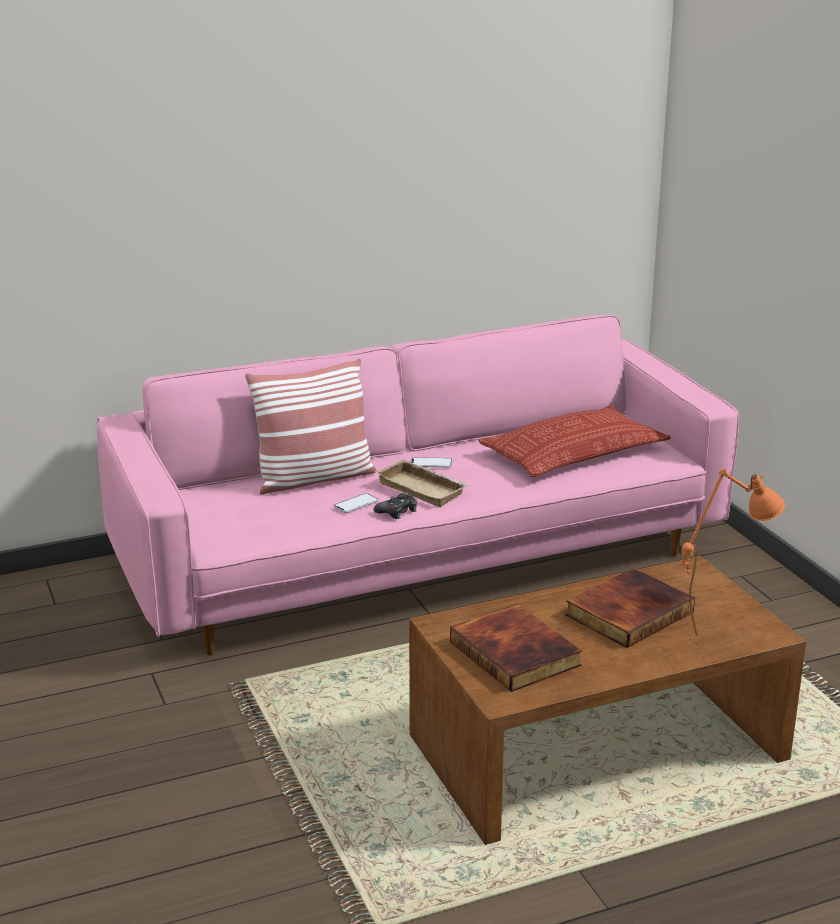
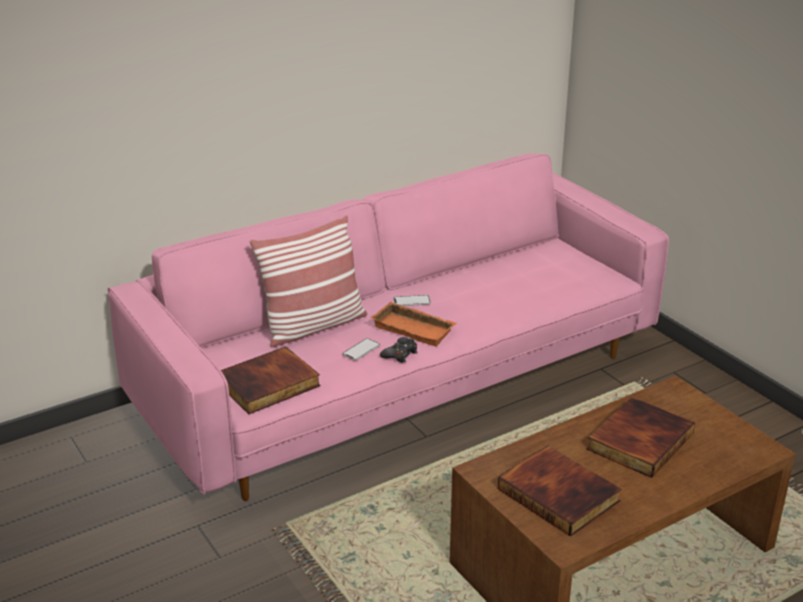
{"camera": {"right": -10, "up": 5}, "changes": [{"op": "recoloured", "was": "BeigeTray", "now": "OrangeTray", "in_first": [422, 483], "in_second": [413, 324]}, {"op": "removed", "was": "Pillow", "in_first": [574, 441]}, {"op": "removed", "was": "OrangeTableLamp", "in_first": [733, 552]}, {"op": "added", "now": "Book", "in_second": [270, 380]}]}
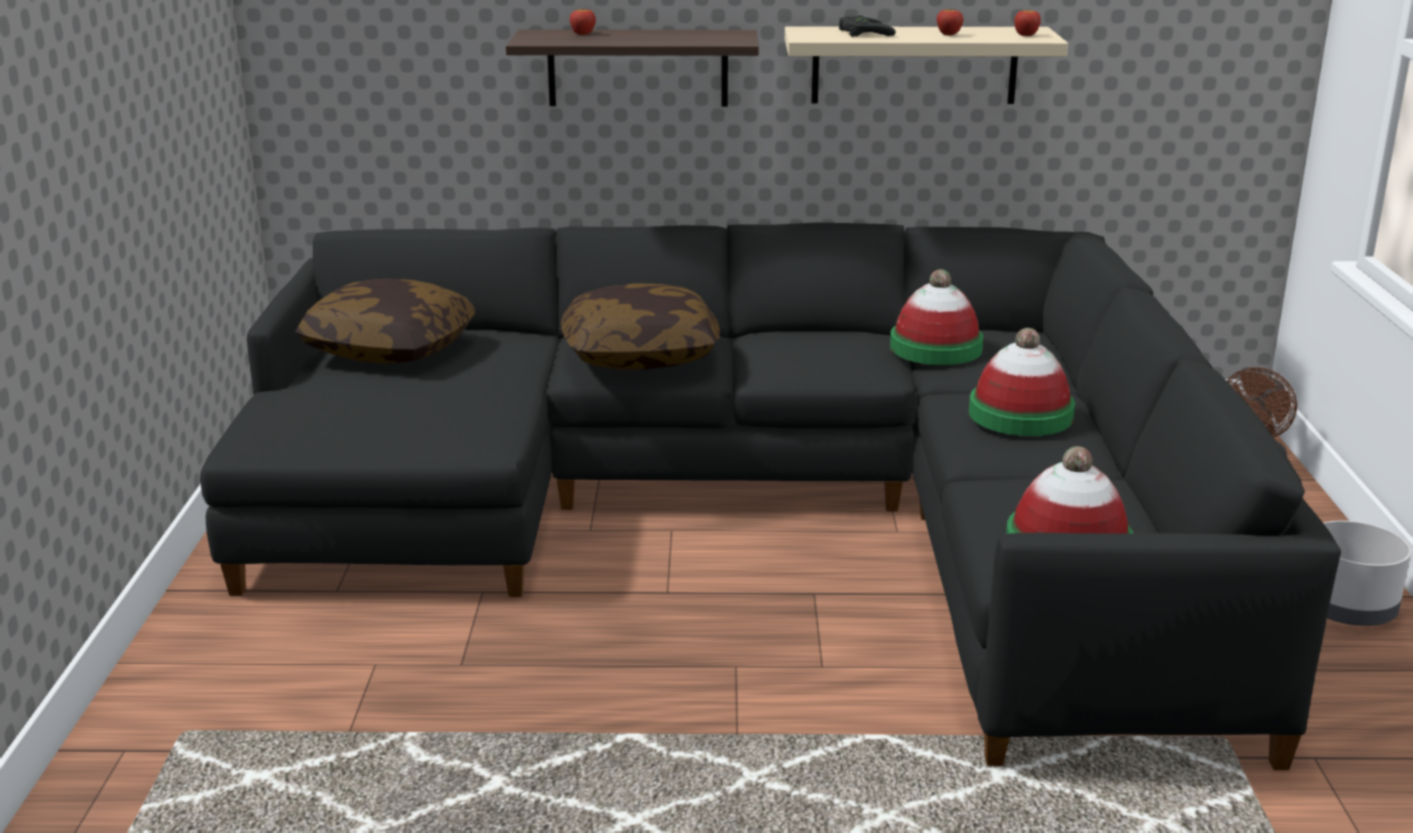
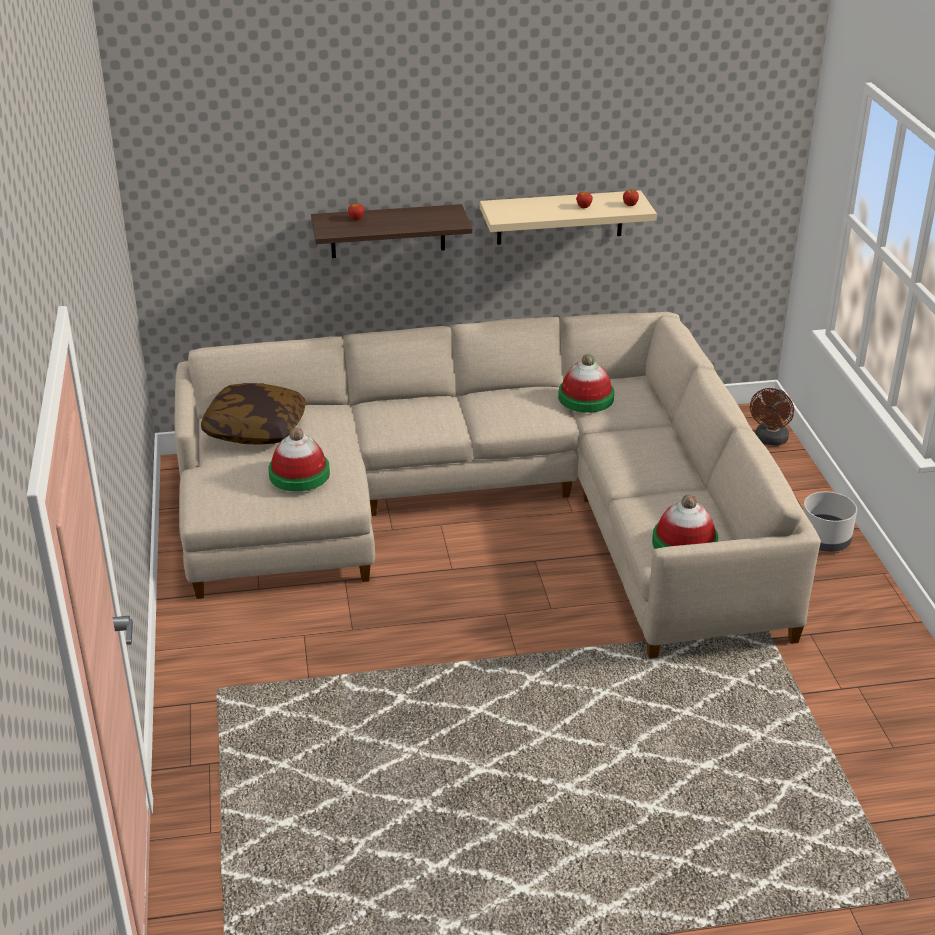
{"camera": {"right": -10, "up": 10}, "changes": [{"op": "recoloured", "was": "BlackSofa", "now": "BeigeSofa", "in_first": [770, 496], "in_second": [498, 485]}, {"op": "removed", "was": "Pillow", "in_first": [640, 326]}, {"op": "removed", "was": "BlackGameController", "in_first": [867, 26]}, {"op": "moved", "was": "Hat", "in_first": [1022, 382], "in_second": [299, 460]}]}
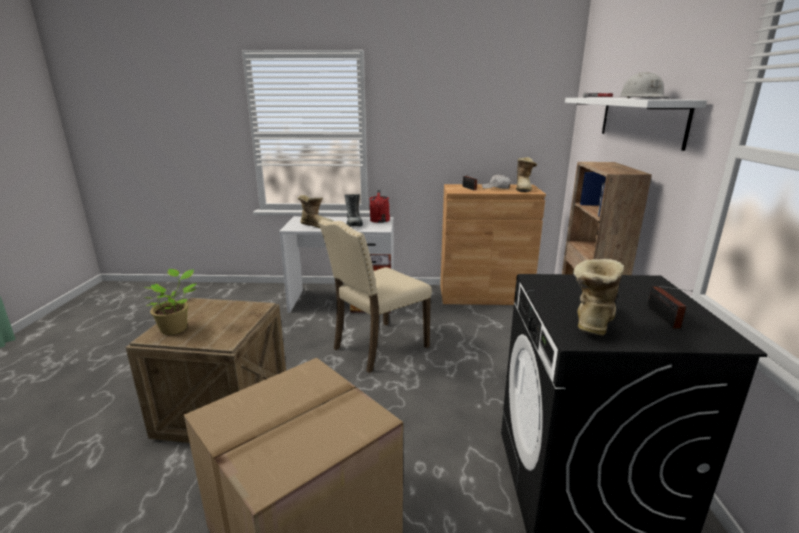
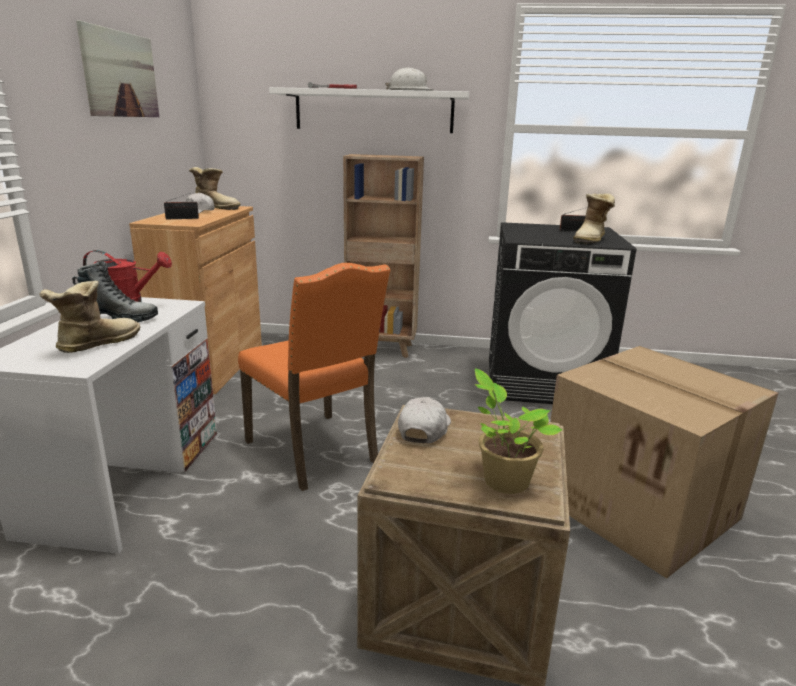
{"camera": {"right": -85, "up": 0}, "changes": [{"op": "recoloured", "was": "BeigeChair", "now": "OrangeChair", "in_first": [375, 296], "in_second": [314, 377]}, {"op": "turned", "was": "Boot", "in_first": [598, 297], "in_second": [594, 218], "clockwise": -90}, {"op": "added", "now": "Picture", "in_second": [117, 69]}, {"op": "added", "now": "WhiteCap", "in_second": [424, 420]}]}
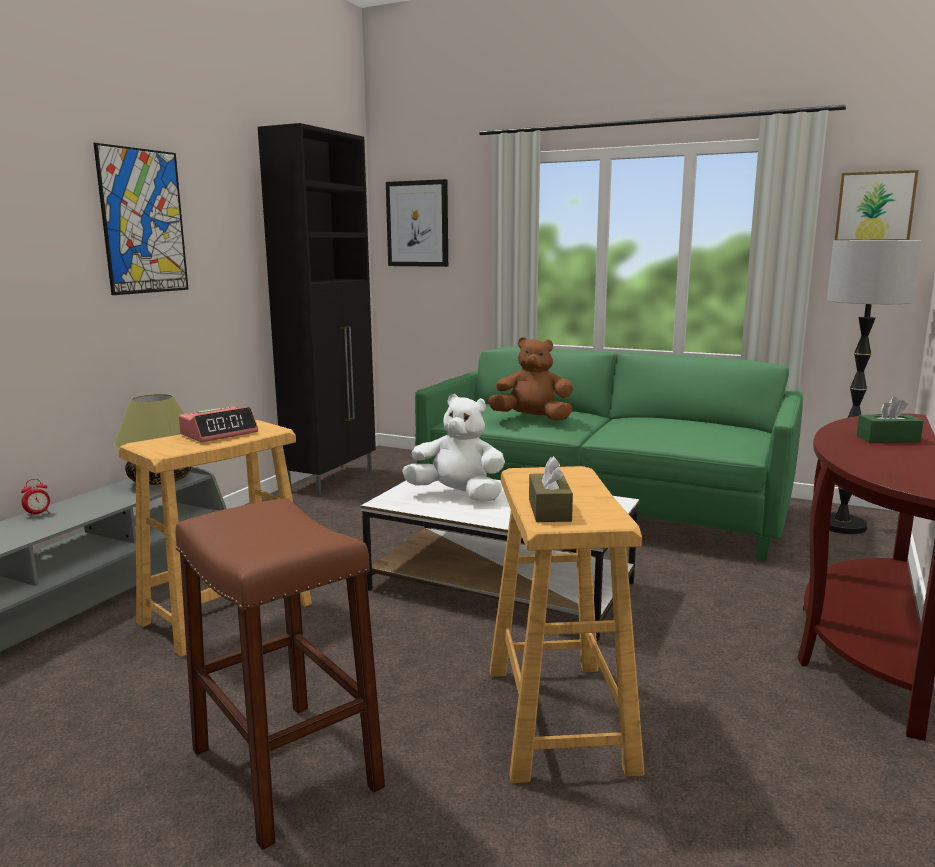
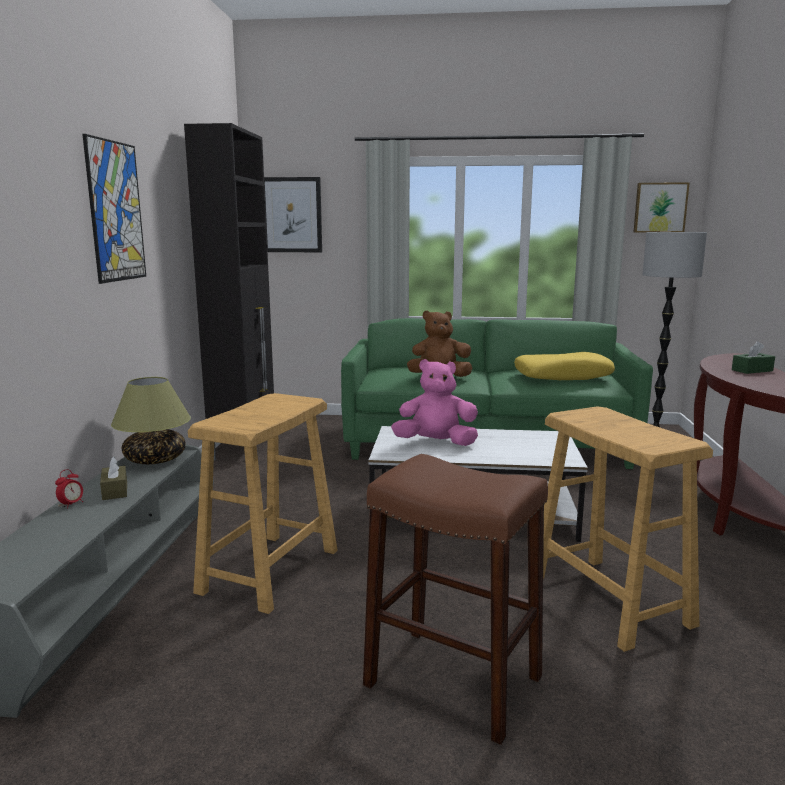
{"camera": {"right": -20, "up": 0}, "changes": [{"op": "removed", "was": "AlarmClock", "in_first": [218, 424]}, {"op": "recoloured", "was": "WhitePlushToy", "now": "PinkPlushToy", "in_first": [453, 448], "in_second": [434, 402]}, {"op": "moved", "was": "BrownTissueBox", "in_first": [551, 489], "in_second": [113, 478]}, {"op": "added", "now": "YellowPillow", "in_second": [564, 366]}]}
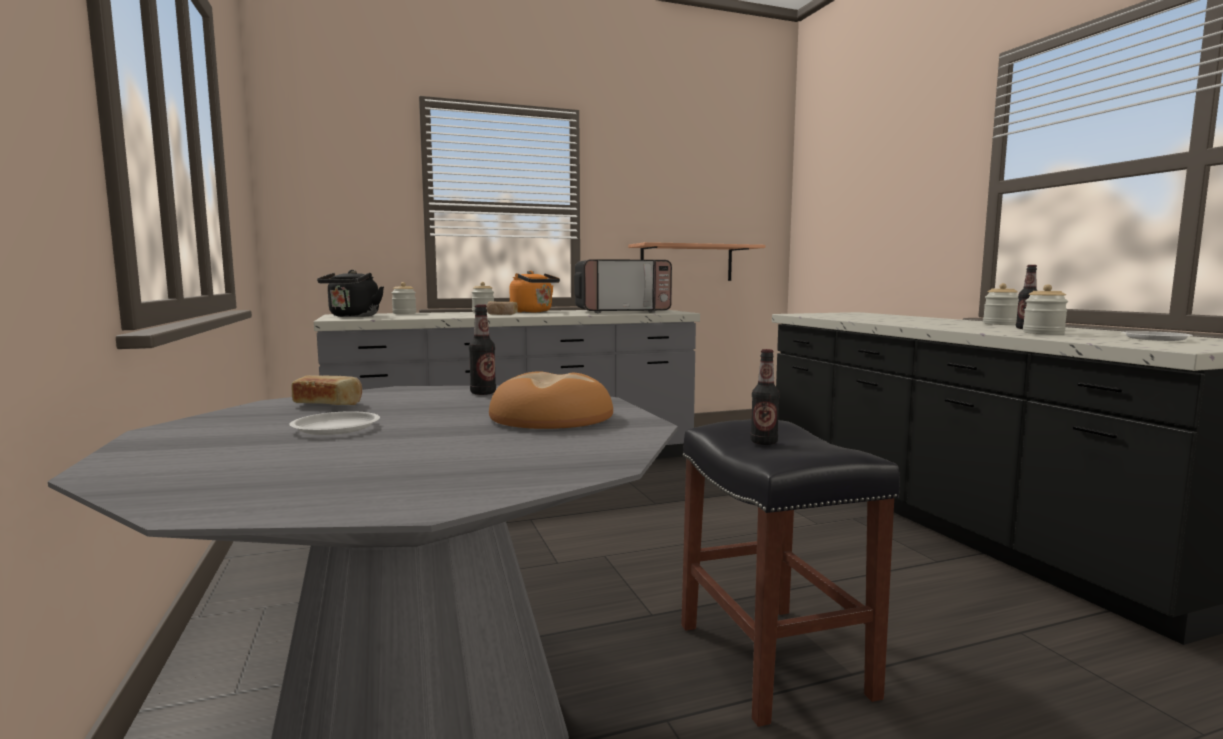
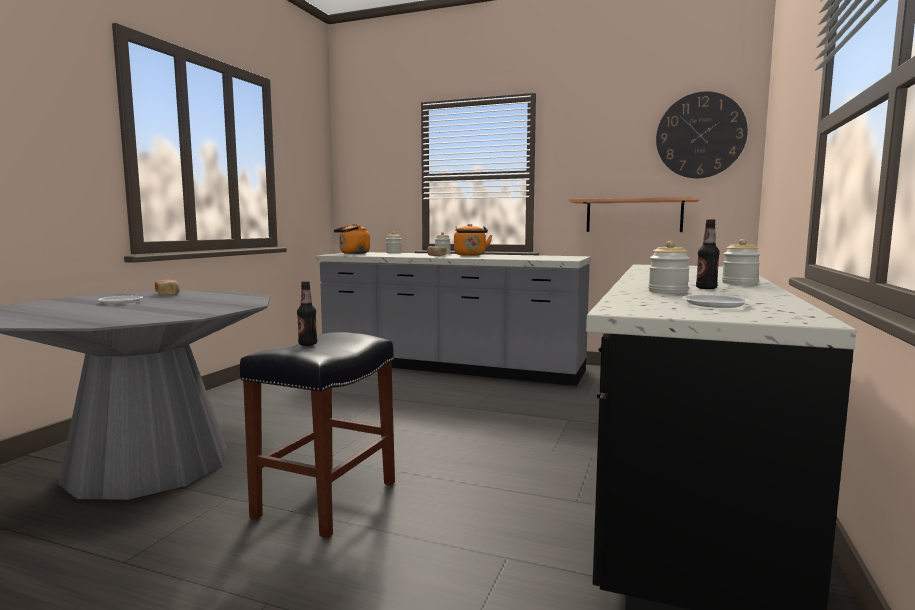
{"camera": {"right": 40, "up": 0}, "changes": [{"op": "recoloured", "was": "BlackKettle", "now": "OrangeKettle", "in_first": [350, 293], "in_second": [352, 239]}, {"op": "removed", "was": "Bottle", "in_first": [482, 349]}, {"op": "removed", "was": "Bread", "in_first": [551, 400]}, {"op": "removed", "was": "Microwave", "in_first": [623, 286]}, {"op": "added", "now": "WallClock", "in_second": [702, 134]}]}
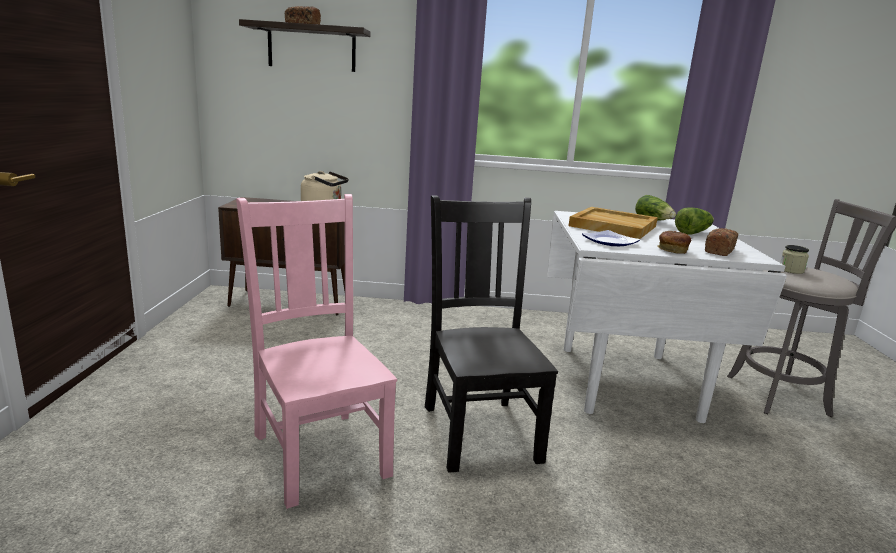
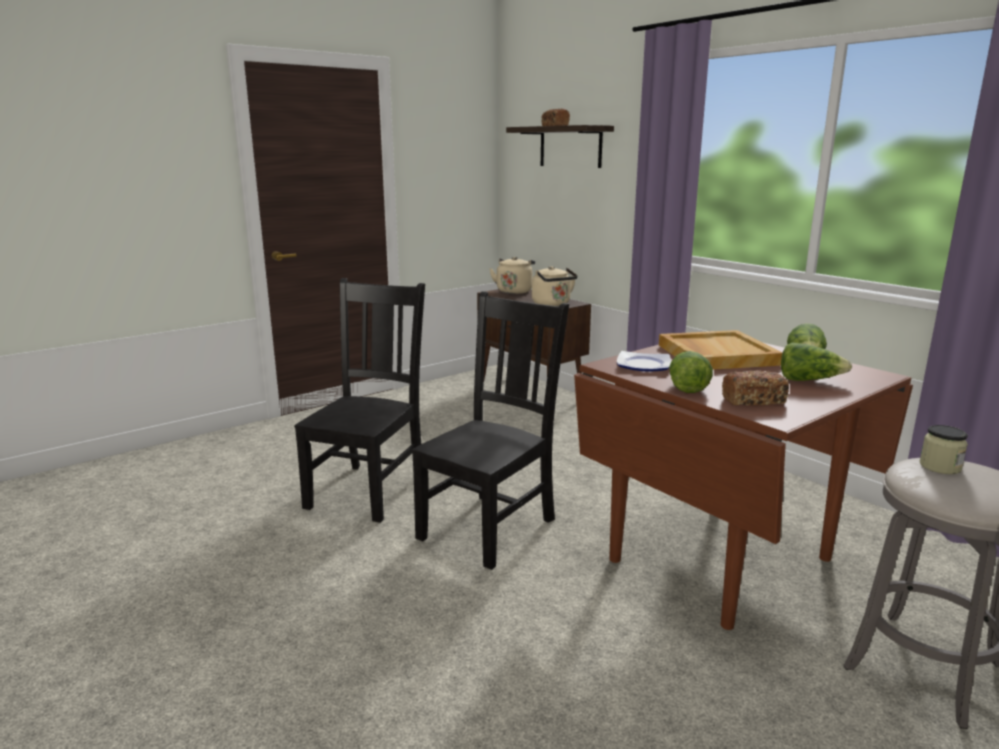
{"camera": {"right": 50, "up": 0}, "changes": [{"op": "recoloured", "was": "PinkChair", "now": "BlackChair", "in_first": [316, 351], "in_second": [359, 400]}, {"op": "recoloured", "was": "WhiteDiningTable", "now": "BrownDiningTable", "in_first": [667, 317], "in_second": [743, 486]}, {"op": "replaced", "was": "Bread", "now": "Lettuce", "in_first": [674, 242], "in_second": [691, 372]}, {"op": "added", "now": "BeigeKettle", "in_second": [512, 275]}]}
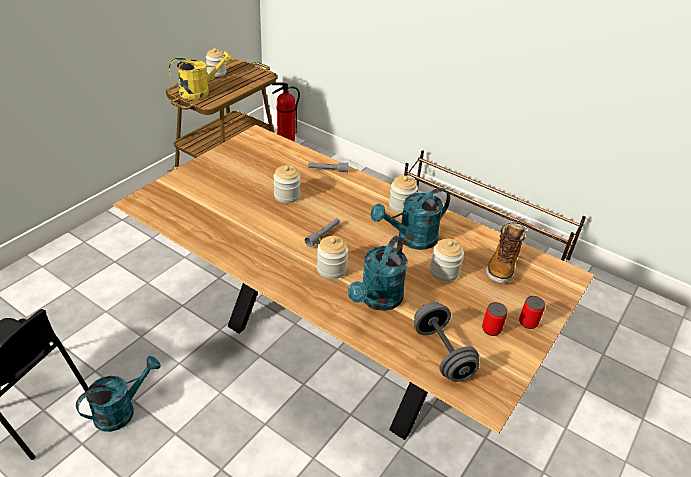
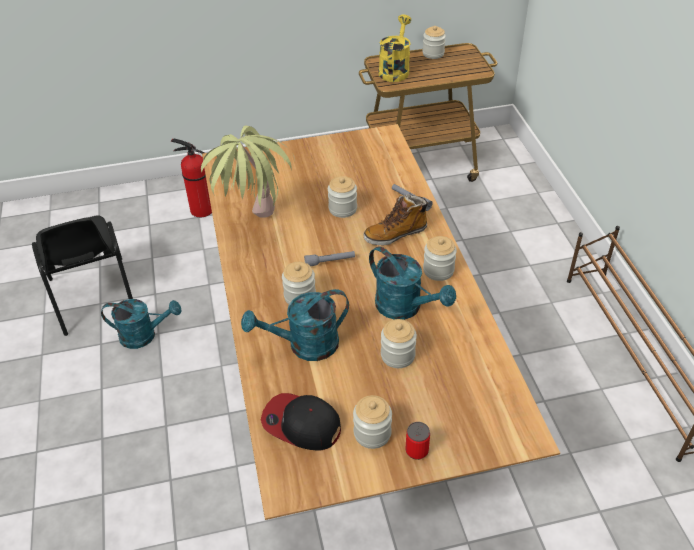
{"camera": {"right": 45, "up": 5}, "changes": [{"op": "turned", "was": "YellowWateringCan", "in_first": [200, 75], "in_second": [394, 48], "clockwise": -90}, {"op": "moved", "was": "FireExtinguisher", "in_first": [286, 111], "in_second": [191, 178]}, {"op": "turned", "was": "TurquoiseWateringCan", "in_first": [410, 219], "in_second": [412, 283], "clockwise": -150}, {"op": "replaced", "was": "GreyDumbbell", "now": "Cap", "in_first": [446, 342], "in_second": [301, 422]}, {"op": "replaced", "was": "Can", "now": "Jar", "in_first": [494, 319], "in_second": [372, 422]}, {"op": "moved", "was": "Boot", "in_first": [506, 253], "in_second": [395, 220]}, {"op": "added", "now": "PottedPlant", "in_second": [248, 172]}]}
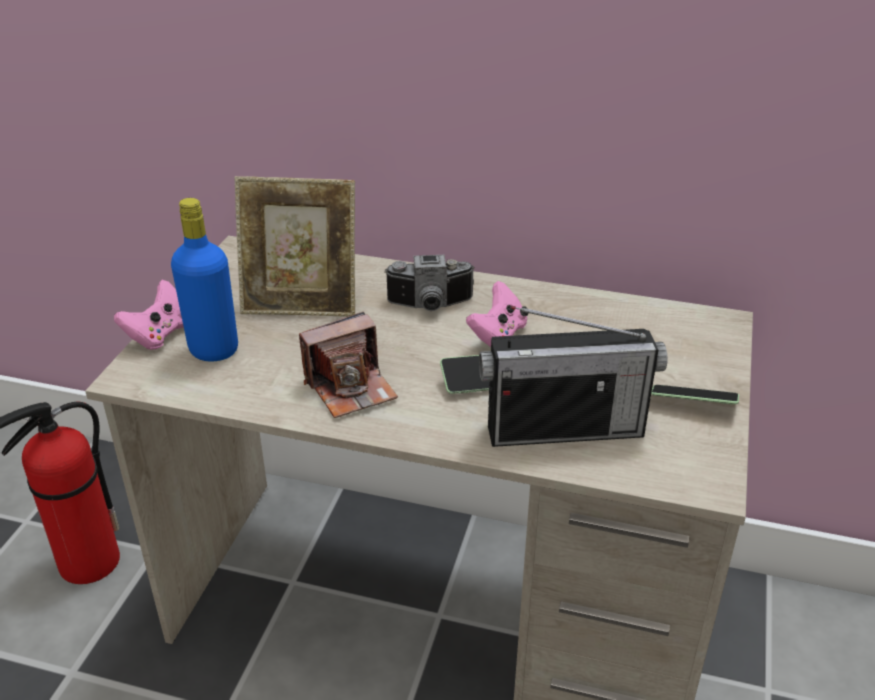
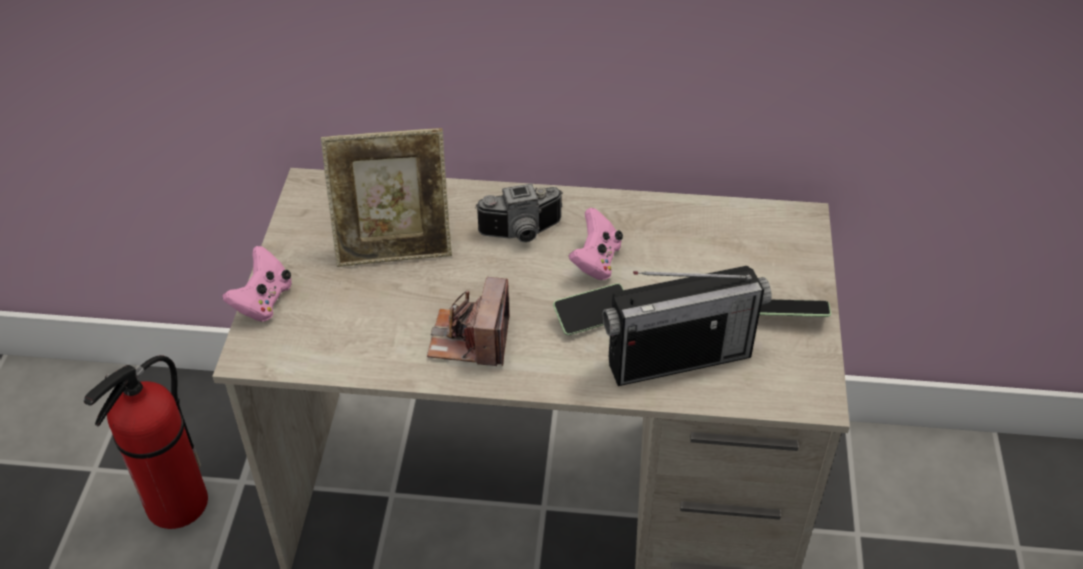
{"camera": {"right": -10, "up": 10}, "changes": [{"op": "removed", "was": "BlueBottle", "in_first": [204, 280]}, {"op": "turned", "was": "PhotoCamera", "in_first": [348, 365], "in_second": [468, 321], "clockwise": 135}]}
